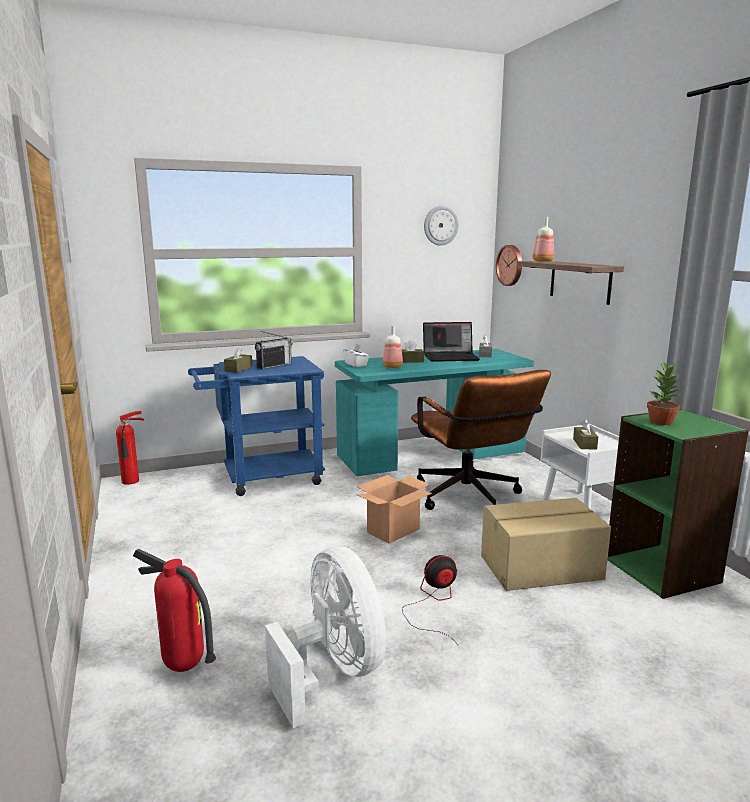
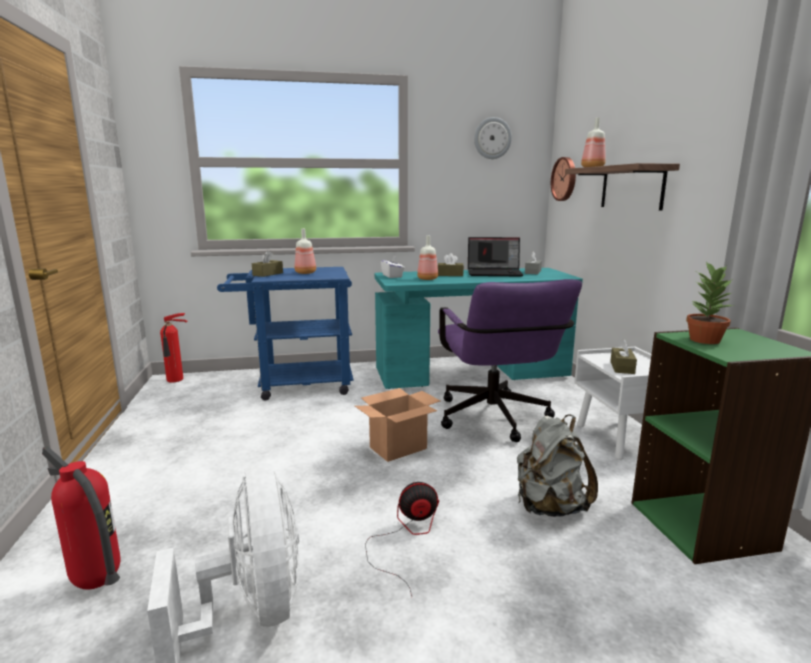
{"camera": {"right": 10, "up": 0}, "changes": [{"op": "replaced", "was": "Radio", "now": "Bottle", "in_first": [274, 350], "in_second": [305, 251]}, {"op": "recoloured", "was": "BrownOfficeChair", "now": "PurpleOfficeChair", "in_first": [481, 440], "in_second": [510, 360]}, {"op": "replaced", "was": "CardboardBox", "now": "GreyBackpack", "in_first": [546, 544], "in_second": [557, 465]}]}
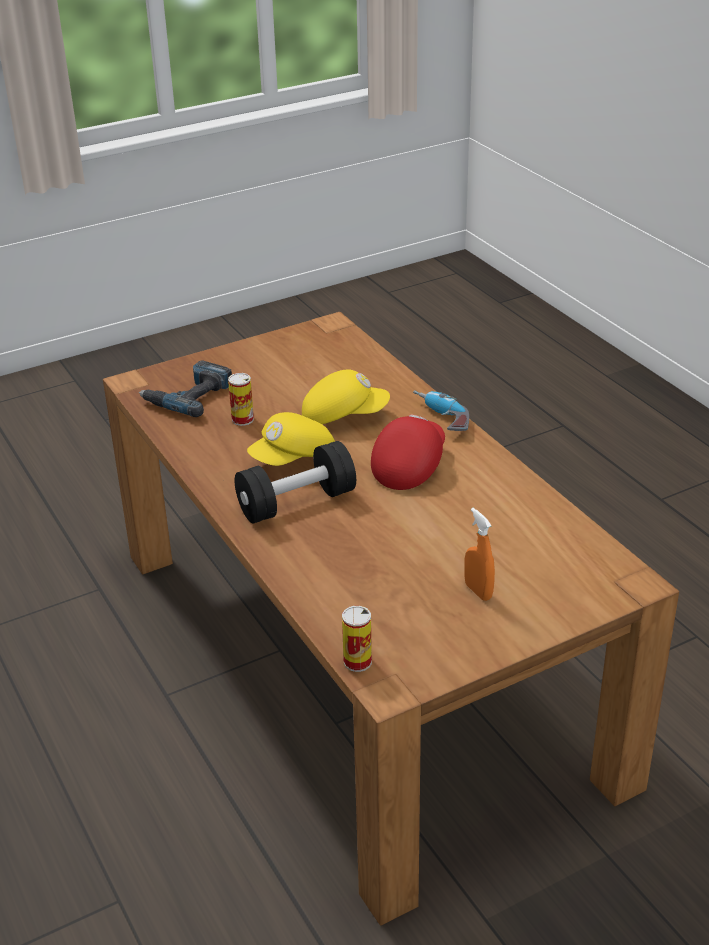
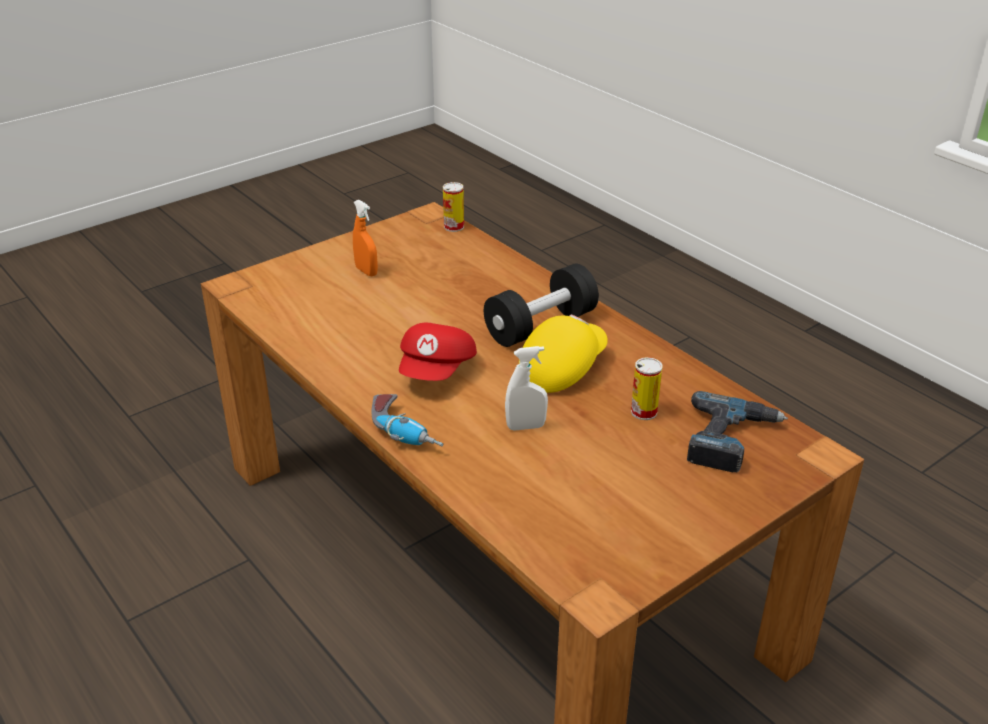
{"camera": {"right": 170, "up": 0}, "changes": [{"op": "replaced", "was": "YellowCap", "now": "WhiteSprayBottle", "in_first": [346, 396], "in_second": [526, 388]}]}
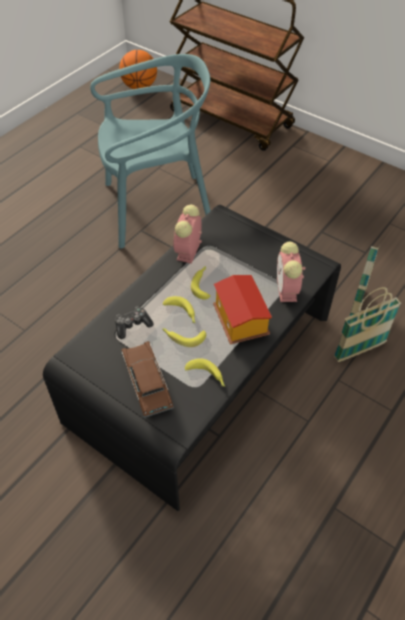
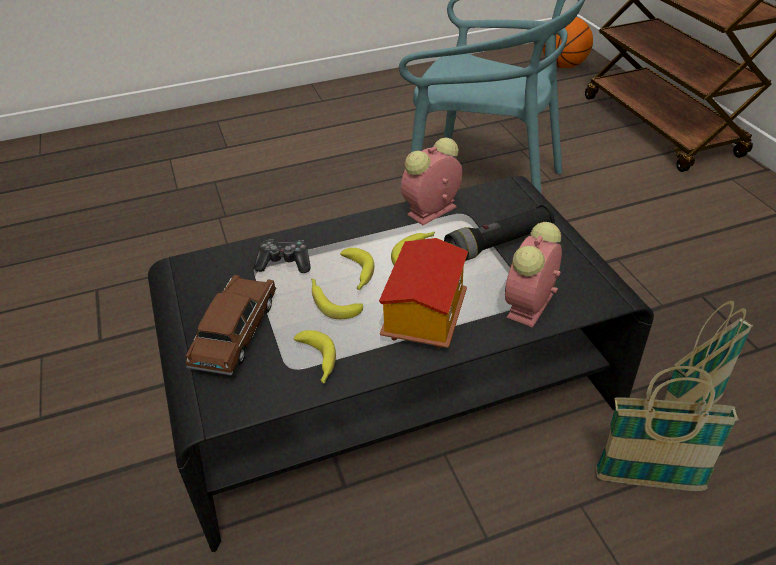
{"camera": {"right": 35, "up": -10}, "changes": [{"op": "added", "now": "BlackFlashlight", "in_second": [499, 232]}]}
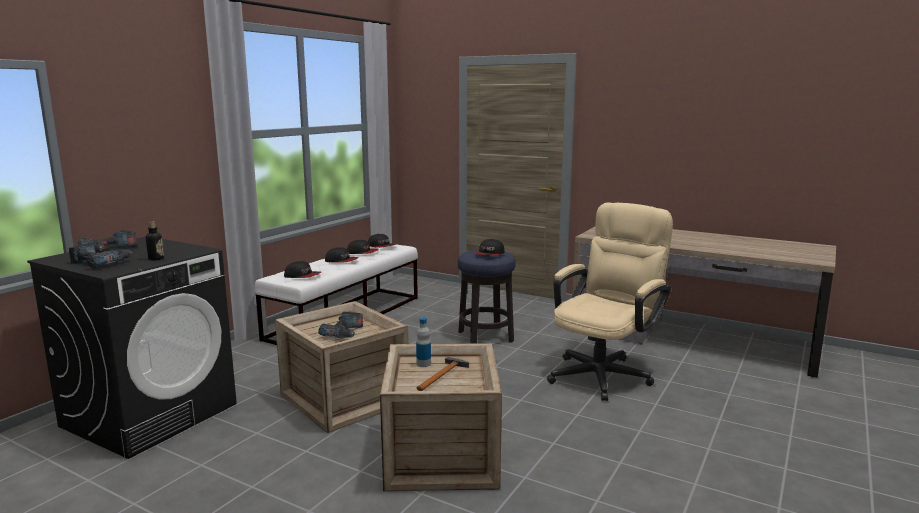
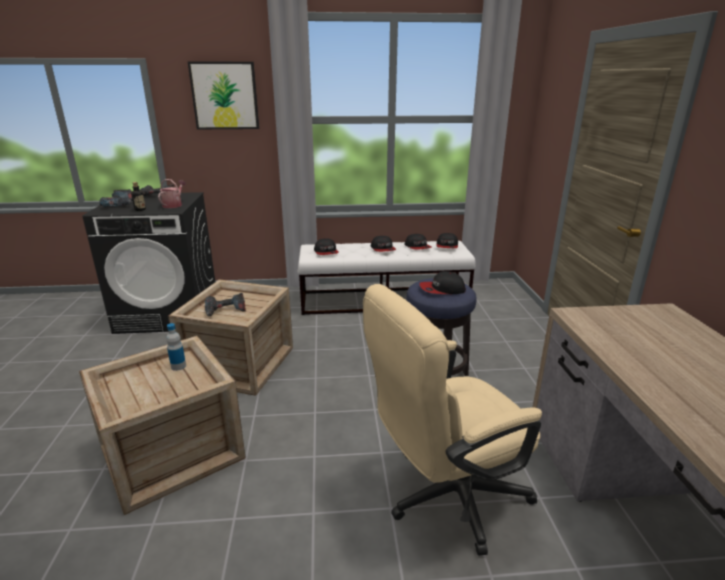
{"camera": {"right": 55, "up": 10}, "changes": [{"op": "removed", "was": "Hammer", "in_first": [442, 374]}, {"op": "turned", "was": "BeigeOfficeChair", "in_first": [610, 302], "in_second": [452, 420], "clockwise": 150}, {"op": "added", "now": "WateringCan", "in_second": [172, 193]}, {"op": "added", "now": "Picture", "in_second": [223, 95]}]}
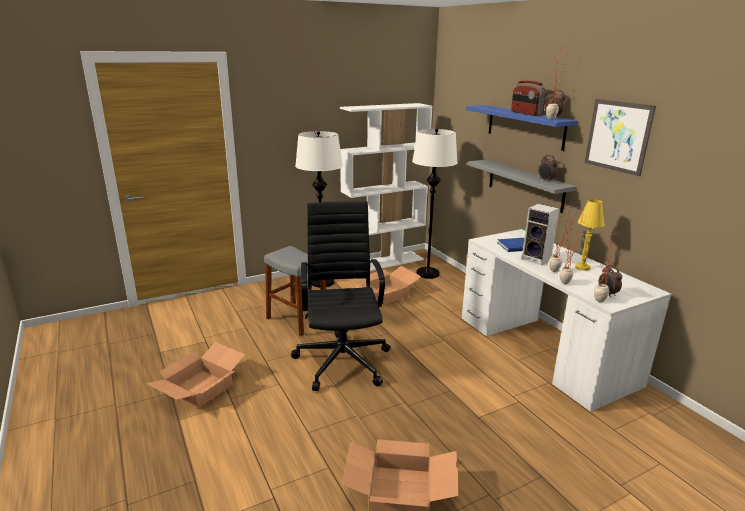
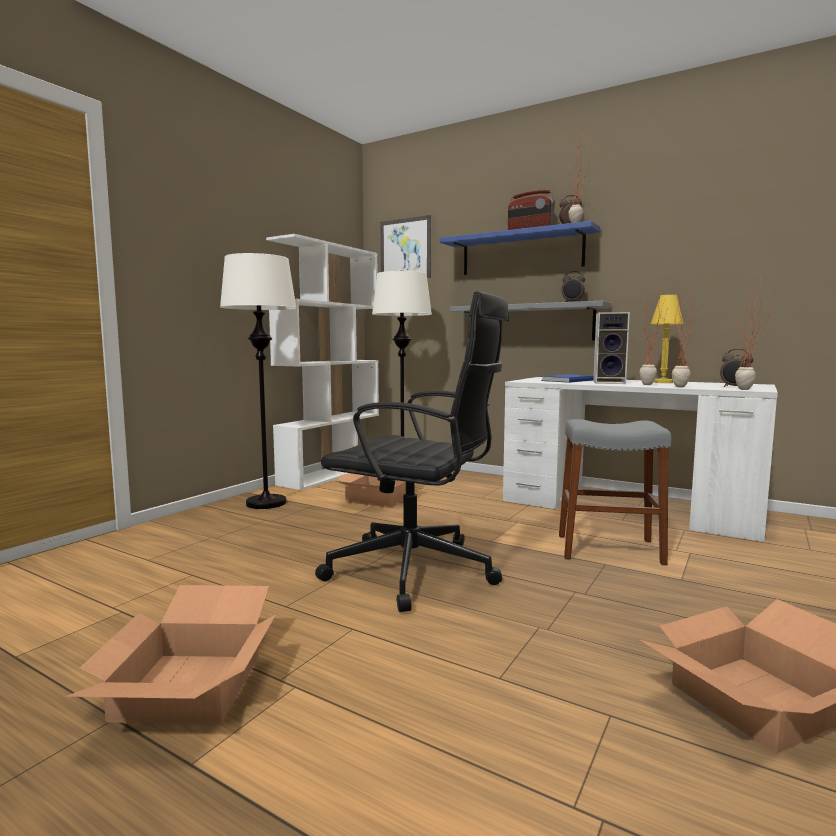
{"camera": {"right": -30, "up": -15}, "changes": [{"op": "moved", "was": "GreyStool", "in_first": [295, 291], "in_second": [615, 492]}, {"op": "turned", "was": "BlackOfficeChair", "in_first": [341, 296], "in_second": [412, 451], "clockwise": 150}, {"op": "moved", "was": "Picture", "in_first": [620, 137], "in_second": [405, 246]}]}
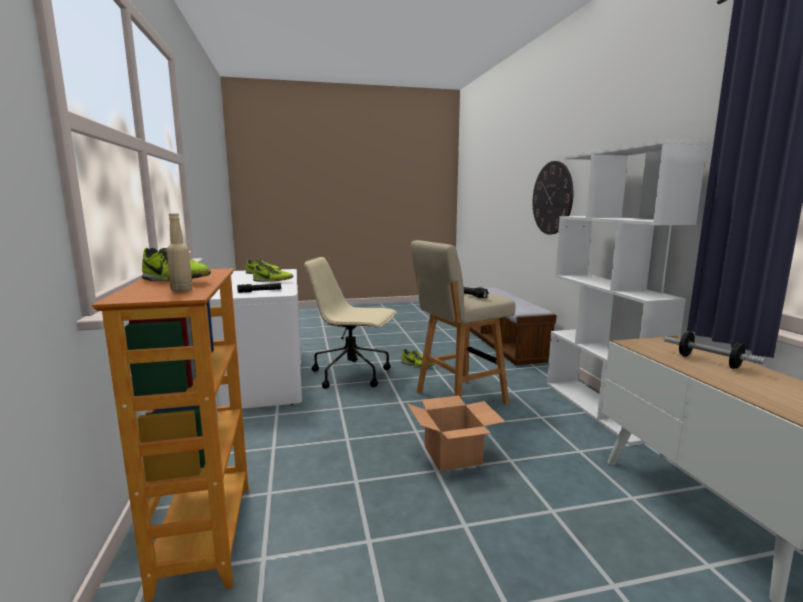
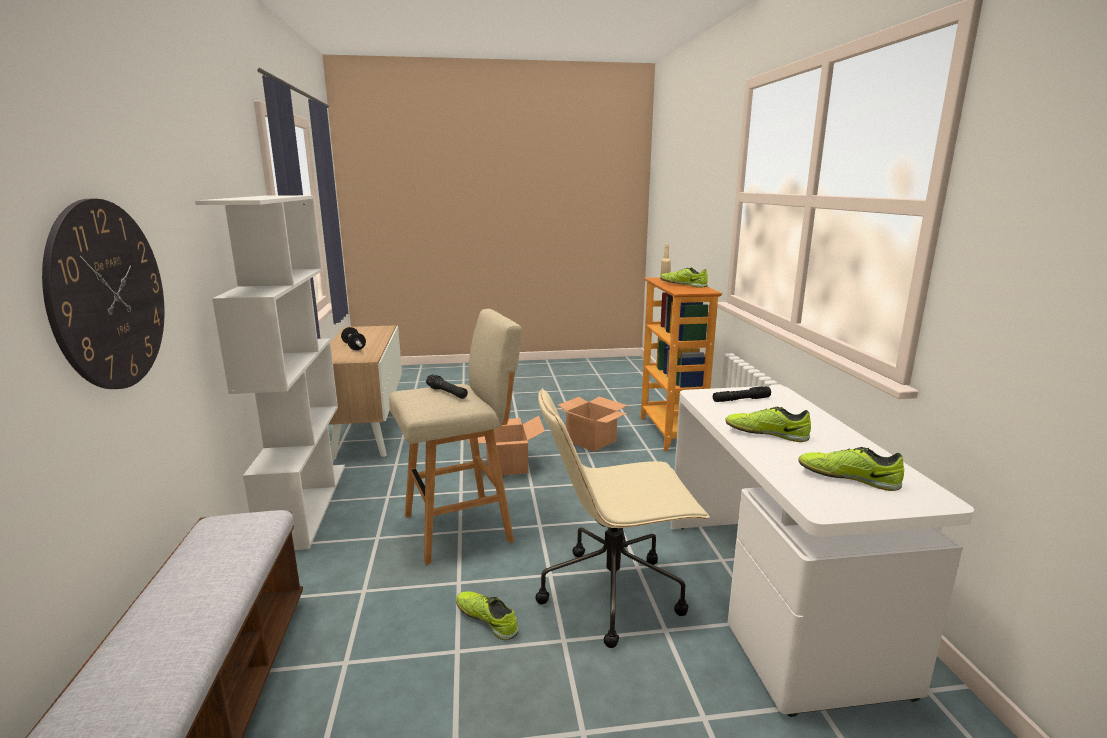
{"camera": {"right": -175, "up": 5}, "changes": [{"op": "turned", "was": "BeigeOfficeChair", "in_first": [350, 323], "in_second": [622, 518], "clockwise": 150}, {"op": "added", "now": "CardboardBox", "in_second": [592, 424]}]}
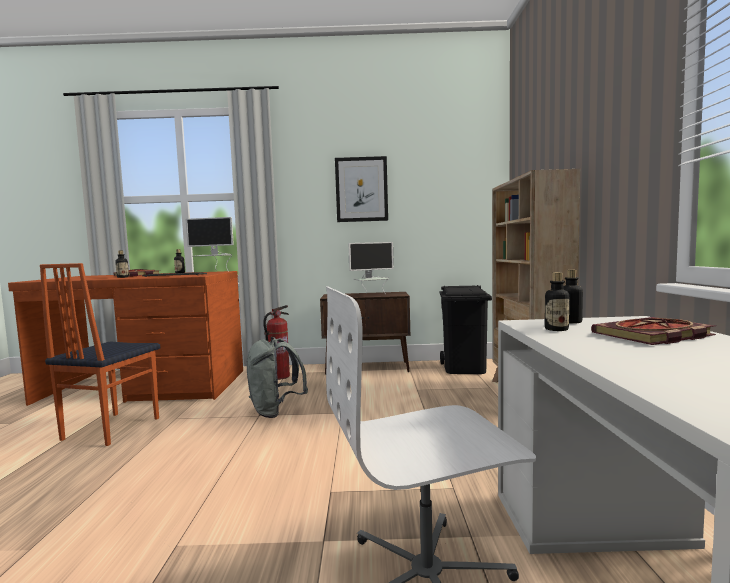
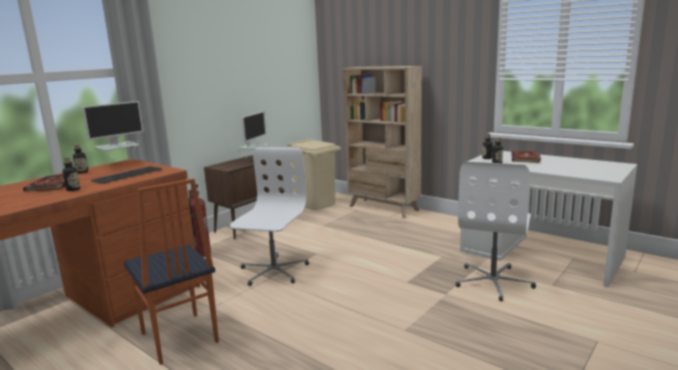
{"camera": {"right": -50, "up": 10}, "changes": [{"op": "replaced", "was": "GreyBackpack", "now": "WhiteOfficeChair", "in_first": [277, 377], "in_second": [269, 216]}, {"op": "removed", "was": "Picture", "in_first": [361, 189]}, {"op": "recoloured", "was": "BlackTrashCan", "now": "BeigeTrashCan", "in_first": [465, 329], "in_second": [314, 174]}]}
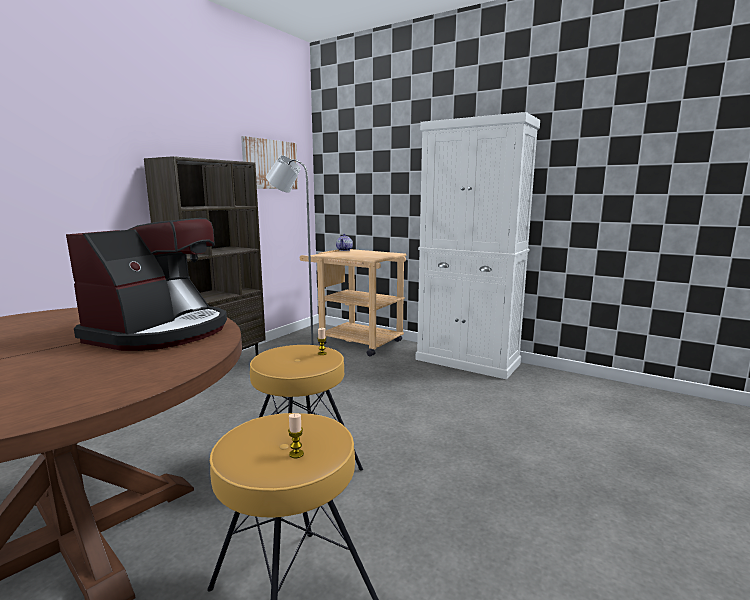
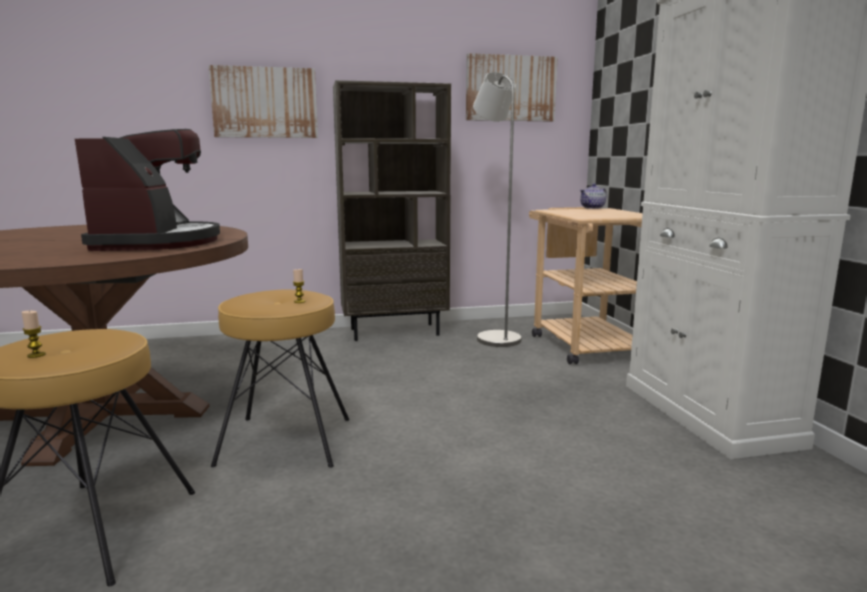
{"camera": {"right": 45, "up": 0}, "changes": [{"op": "turned", "was": "CoffeeMachine", "in_first": [146, 284], "in_second": [147, 190], "clockwise": -75}, {"op": "added", "now": "Picture", "in_second": [263, 101]}]}
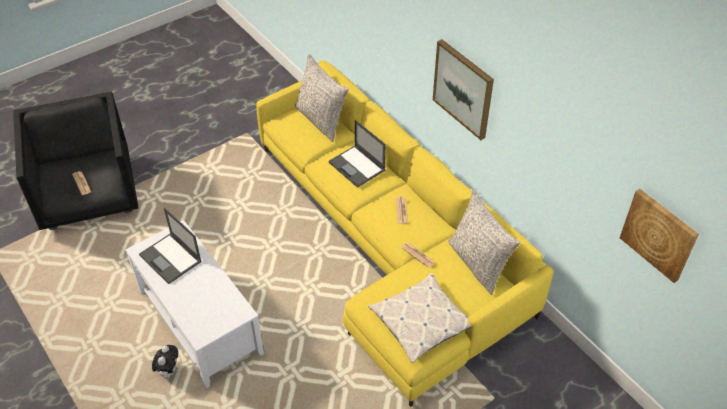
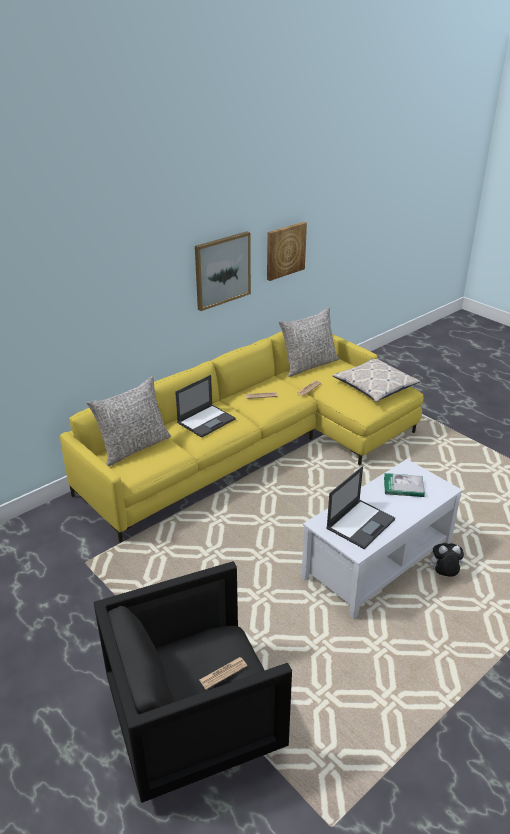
{"camera": {"right": -95, "up": -15}, "changes": [{"op": "moved", "was": "Picture", "in_first": [659, 236], "in_second": [287, 251]}, {"op": "added", "now": "Book", "in_second": [404, 485]}]}
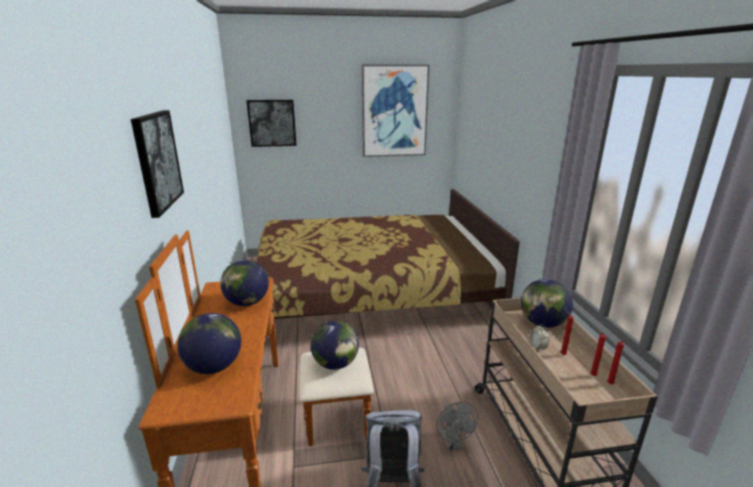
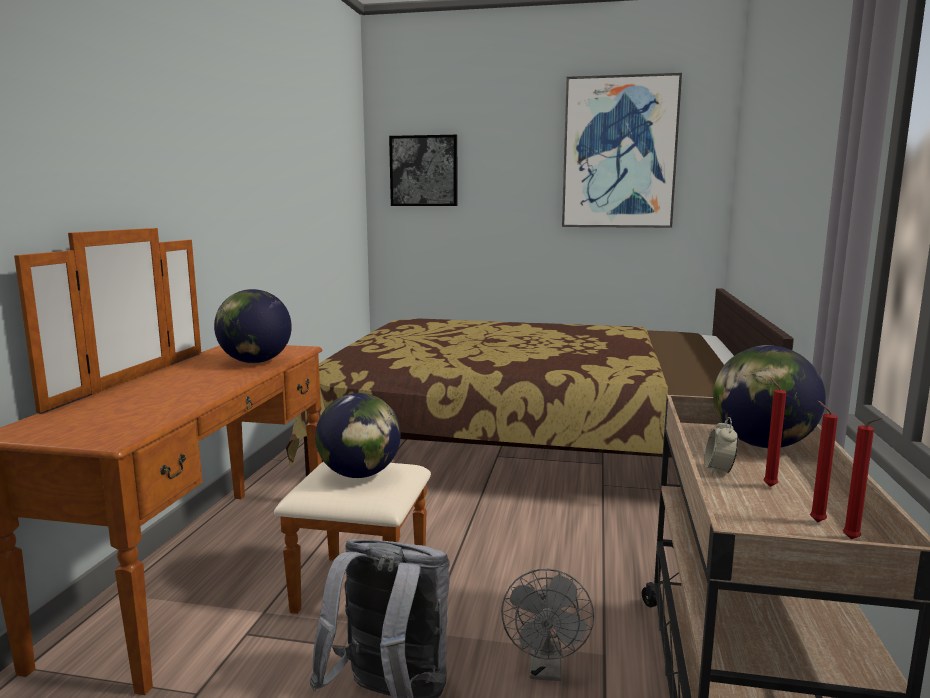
{"camera": {"right": 20, "up": -10}, "changes": [{"op": "removed", "was": "Picture", "in_first": [157, 164]}, {"op": "removed", "was": "Globe", "in_first": [209, 343]}]}
